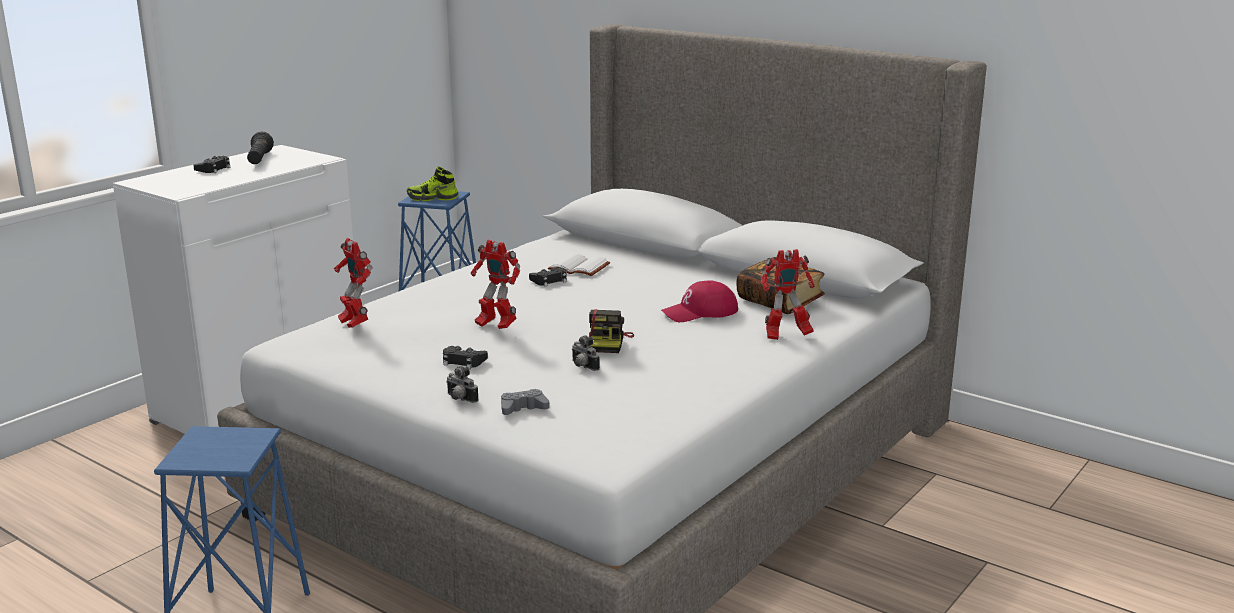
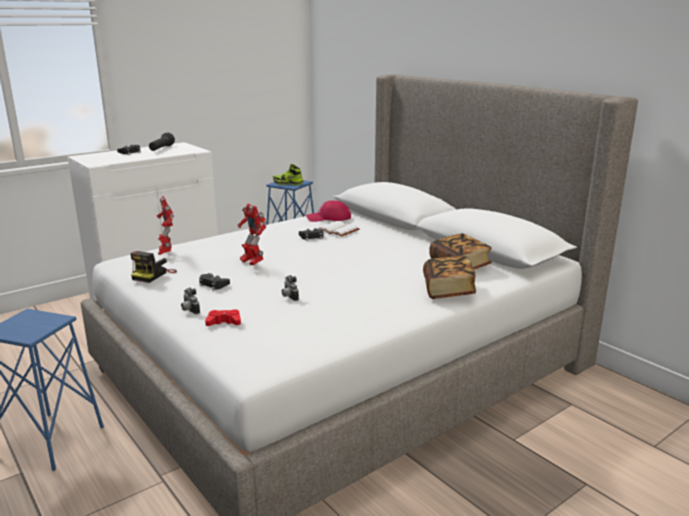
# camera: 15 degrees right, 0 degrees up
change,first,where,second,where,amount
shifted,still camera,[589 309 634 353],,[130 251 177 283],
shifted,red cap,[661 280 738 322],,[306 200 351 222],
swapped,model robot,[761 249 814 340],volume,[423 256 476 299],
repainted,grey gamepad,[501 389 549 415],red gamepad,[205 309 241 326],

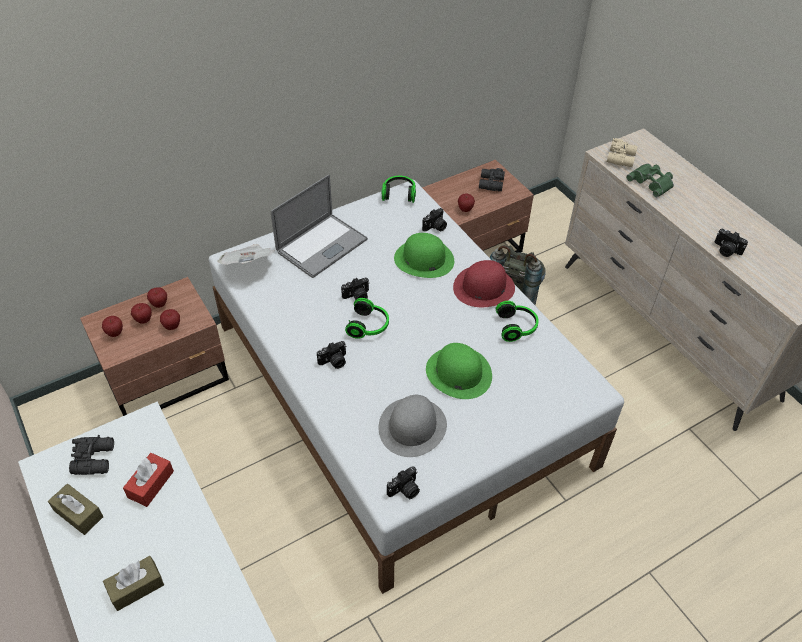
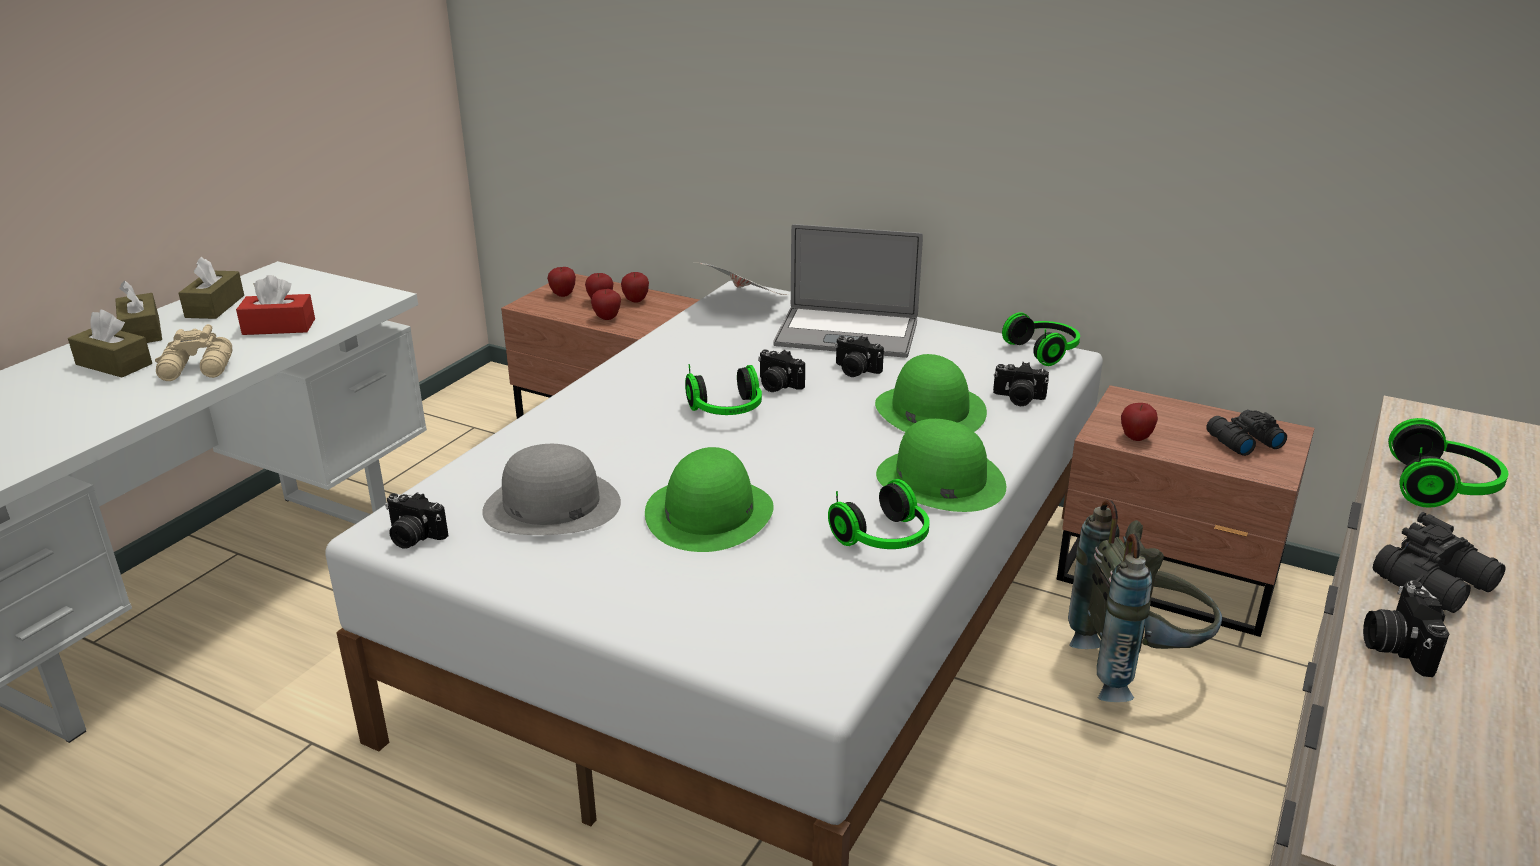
# camera: 60 degrees right, 20 degrees down
change,first,where,second,where,amount
new,,,brown tissue holder,[115 281 162 343],
shifted,black-coloured field glasses,[69 435 114 475],,[1373 512 1506 613],
shifted,still camera,[317 341 346 369],,[835 336 884 377],
shifted,beige-coloured field glasses,[607 138 638 167],,[155 324 233 381],
swapped,greenish field glasses,[626 164 674 198],pair of headphones,[1388 418 1508 508],
repainted,red clothing hat,[453 260 515 307],greenish clothing hat,[876 419 1006 512],

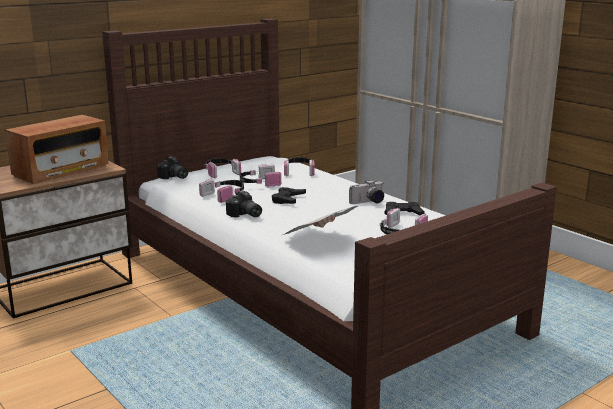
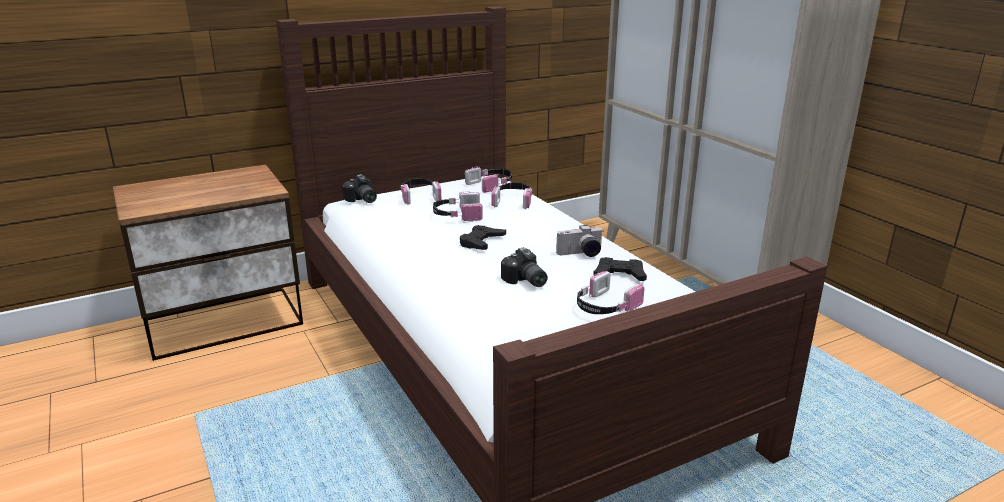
# camera: 10 degrees right, 5 degrees up
change,first,where,second,where,amount
gone,radio set,[5 115 109 184],,,
gone,printed paper,[283 206 358 235],,,
shifted,pair of headphones,[199 179 244 203],,[465 166 512 193],
shifted,still camera,[226 190 262 217],,[501 247 548 287],

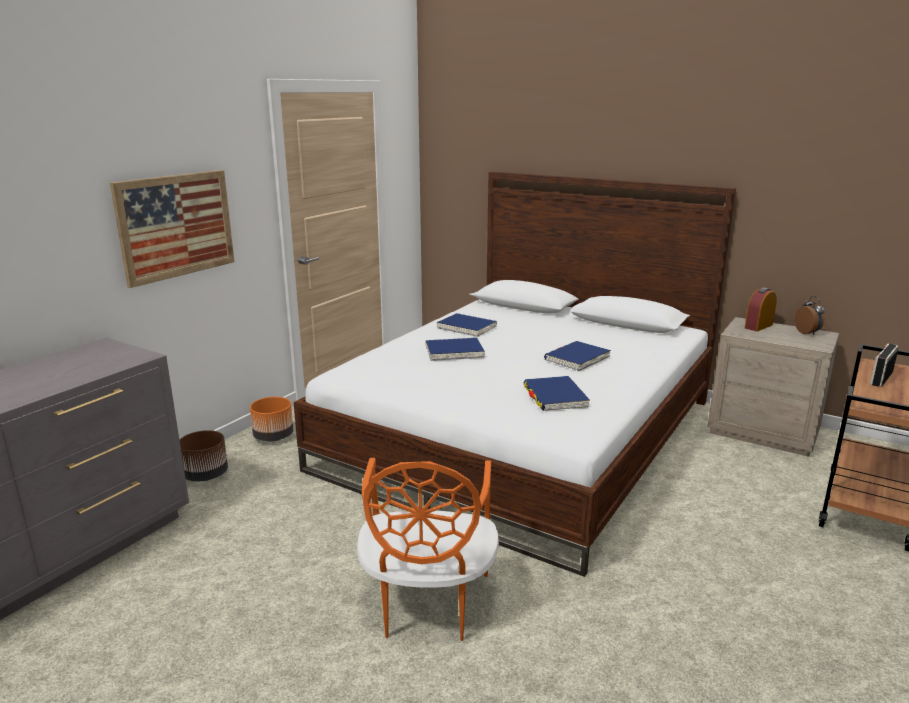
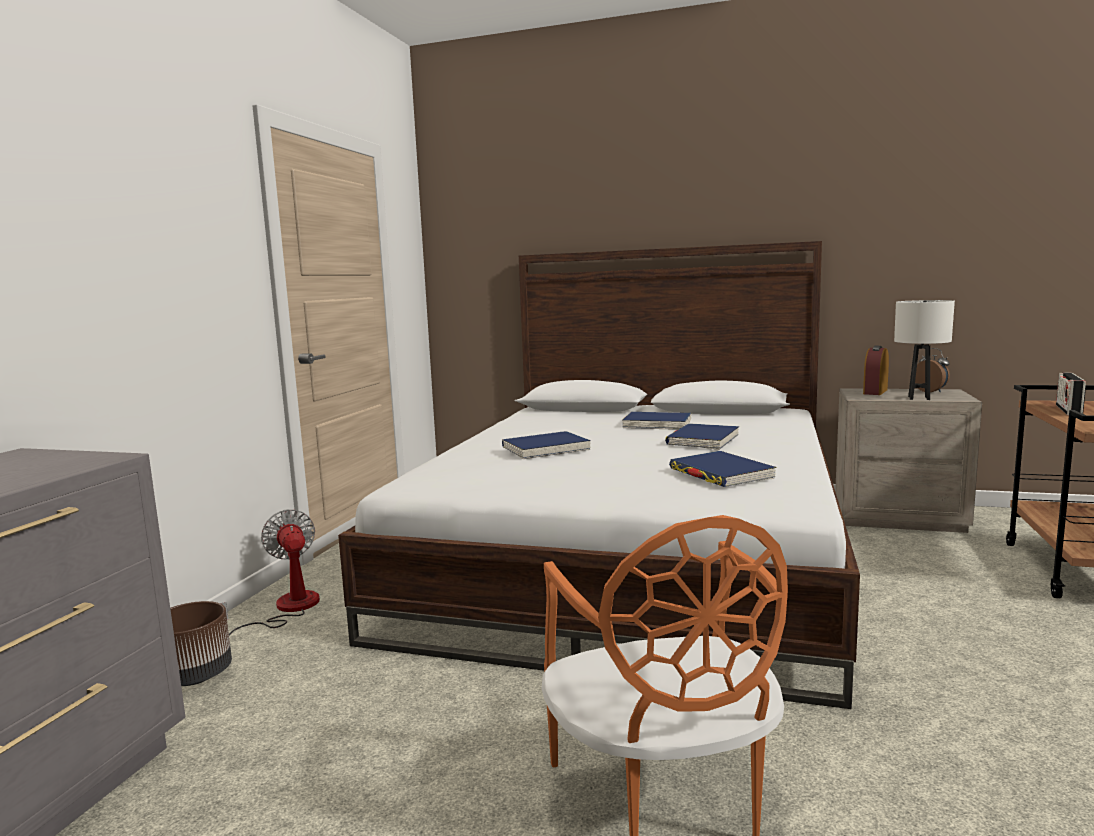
# camera: 15 degrees left, 10 degrees down
change,first,where,second,where,amount
gone,wall art,[110 170 234 288],,,
new,,,white-coloured tabletop lamp,[894 300 955 400],
shifted,bluish volume,[437 313 497 337],,[622 412 691 430],
swapped,orangey plant pot,[250 397 293 442],cooling fan,[220 509 320 636],

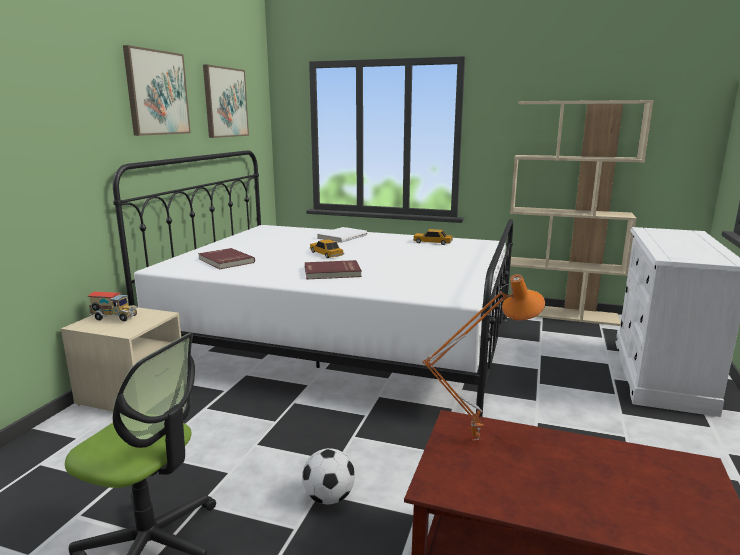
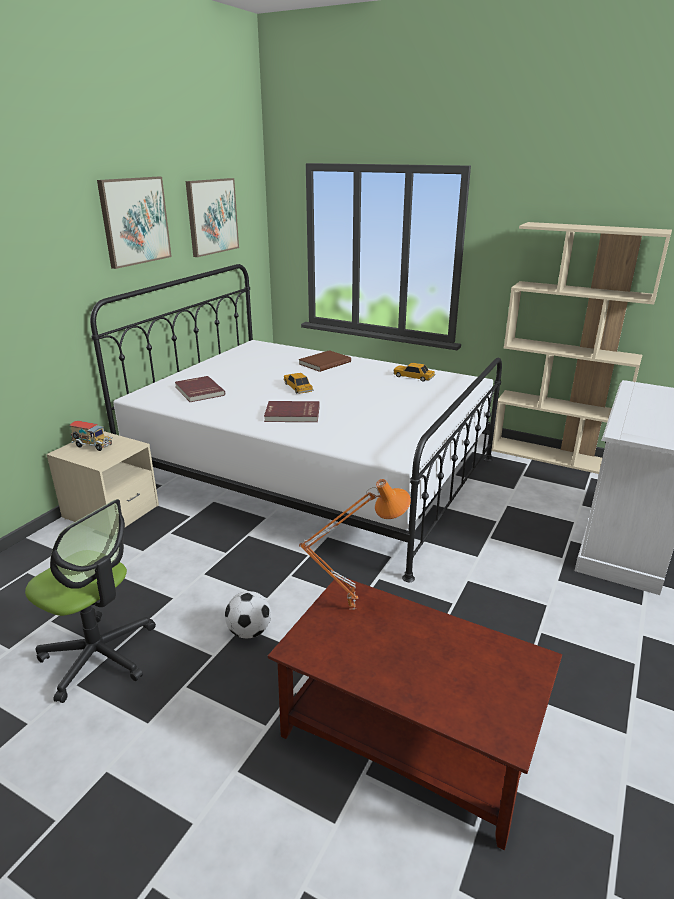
# camera: 10 degrees right, 10 degrees up
change,first,where,second,where,amount
repainted,white-coloured volume,[317 227 367 243],brown volume,[299 350 351 372],

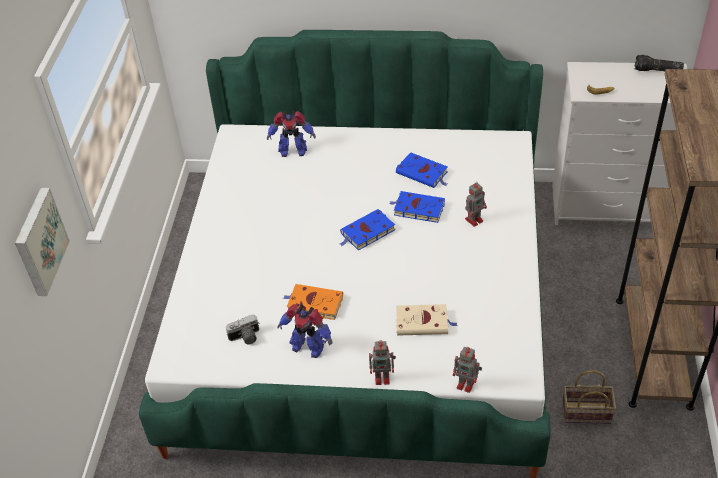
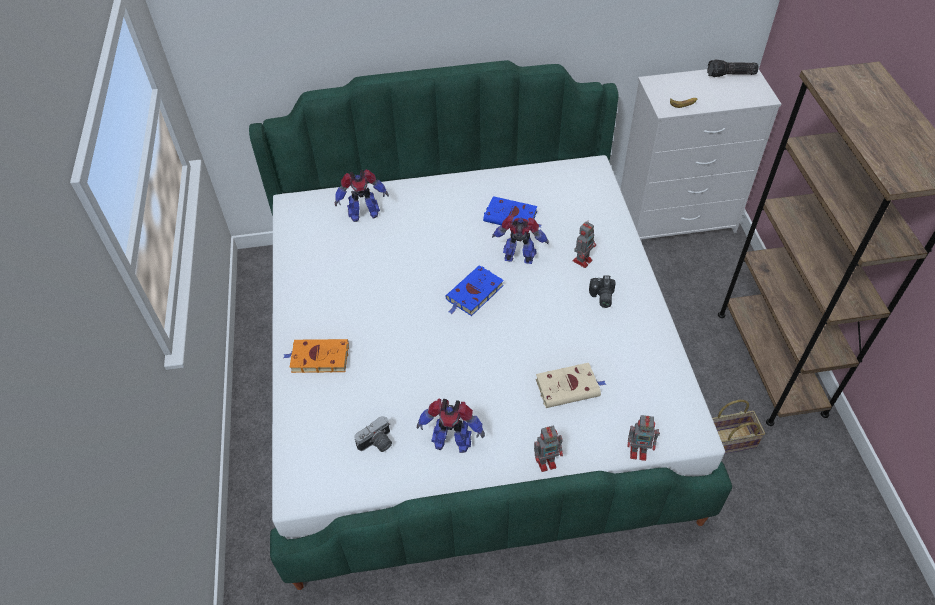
# camera: 15 degrees left, 5 degrees up
change,first,where,second,where,amount
gone,wall art,[15 188 70 296],,,
new,,,still camera,[589 275 615 308],
shifted,orangey volume,[283 284 343 320],,[283 339 349 373],
swapped,bluish volume,[389 191 445 223],model robot,[492 216 549 264],

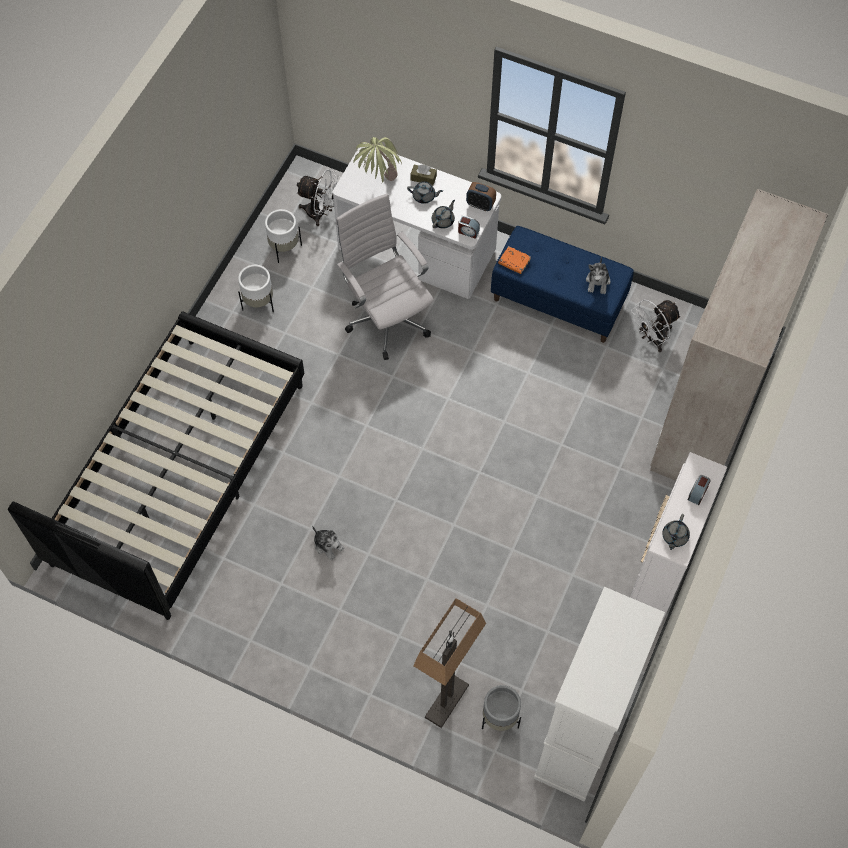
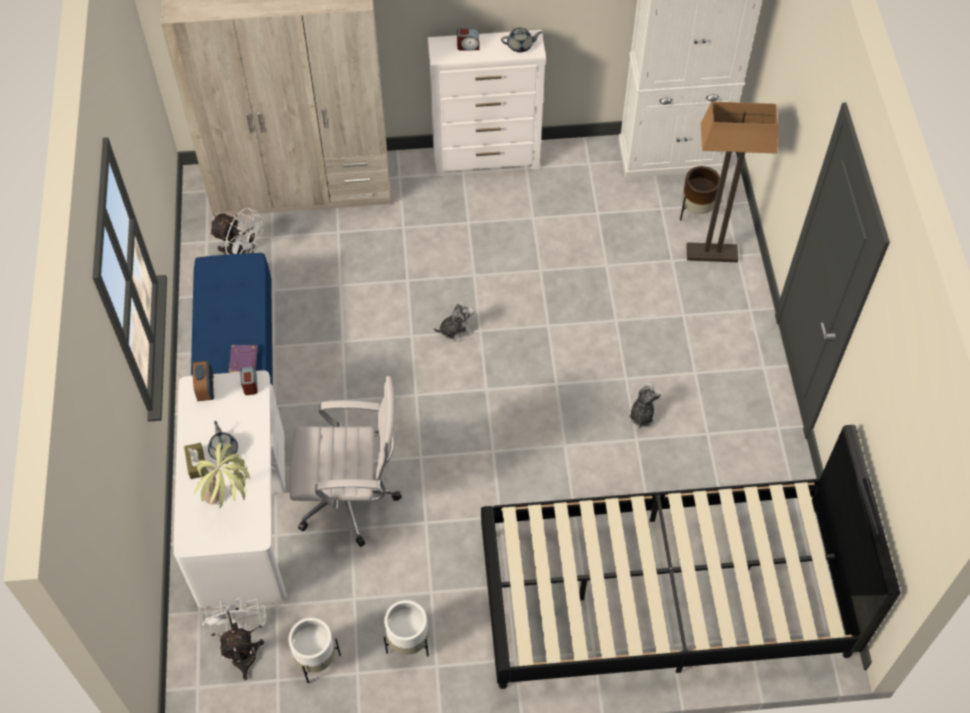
# camera: 120 degrees left, 5 degrees down
change,first,where,second,where,amount
gone,grey teapot,[432 200 455 229],,,
shifted,soft toy,[586 257 610 294],,[434 303 474 342],
repainted,grey plant pot,[482 685 521 731],brown plant pot,[680 166 720 221],
repainted,orangey volume,[498 246 531 274],purple volume,[229 345 258 373],
rotated,white-coloured computer chair,[336 194 434 360],,[290 376 402 547],120 degrees counterclockwise

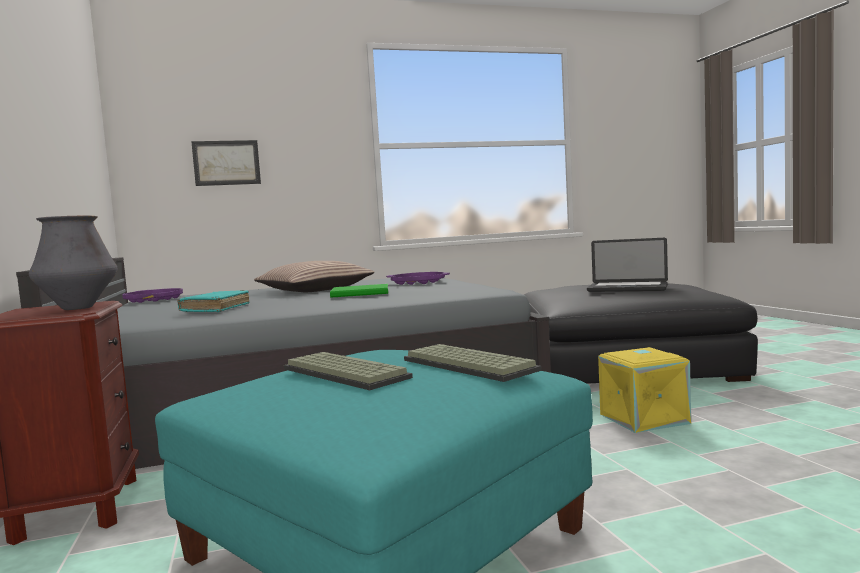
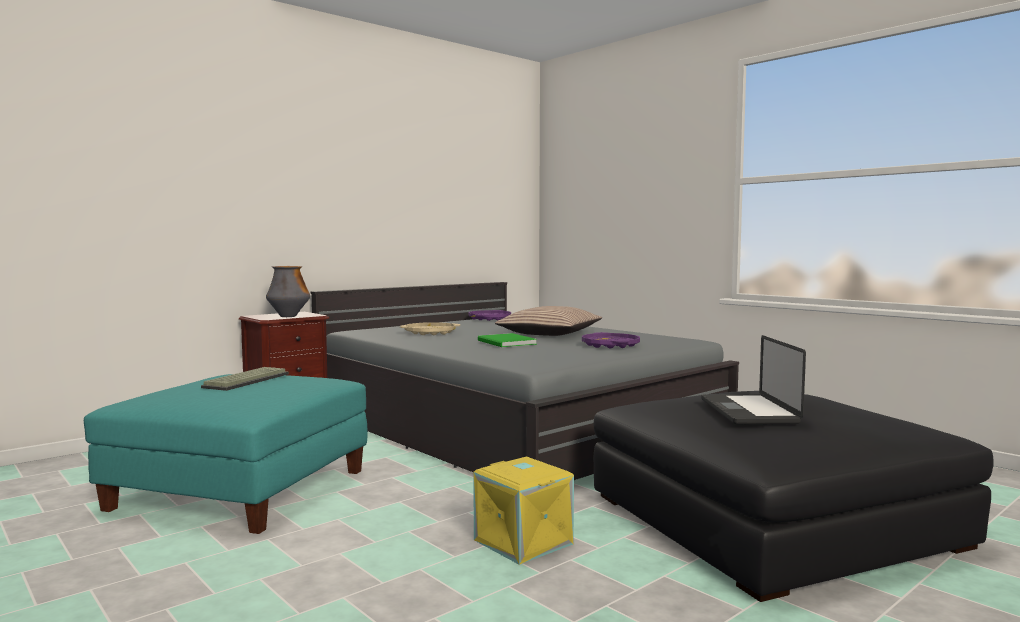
# camera: 65 degrees right, 0 degrees up
change,first,where,second,where,amount
gone,wall art,[191 140 261 186],,,
gone,PC keyboard,[404 344 541 382],,,
swapped,turquoise volume,[177 290 249 312],beige-coloured carrying tray,[400 322 460 335],

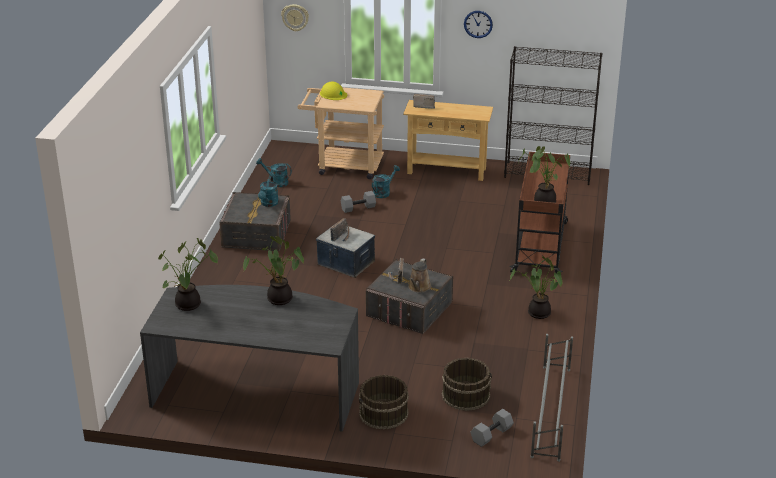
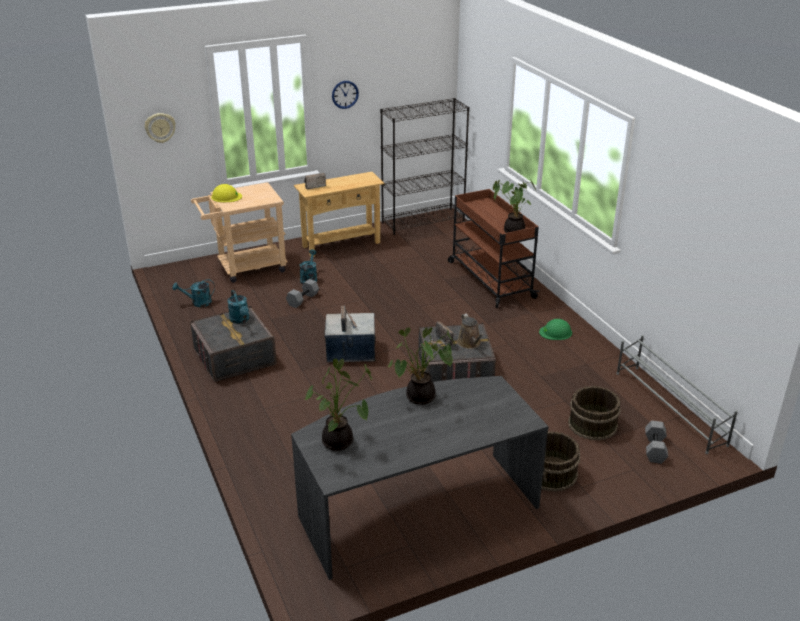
# camera: 35 degrees left, 0 degrees up
change,first,where,second,where,amount
swapped,potted plant,[510 256 562 319],greenish hard hat,[539 319 572 340],

